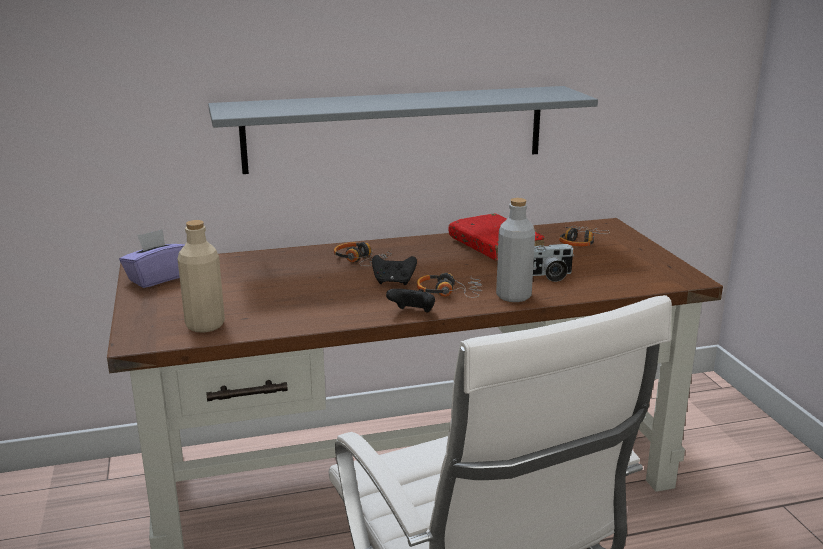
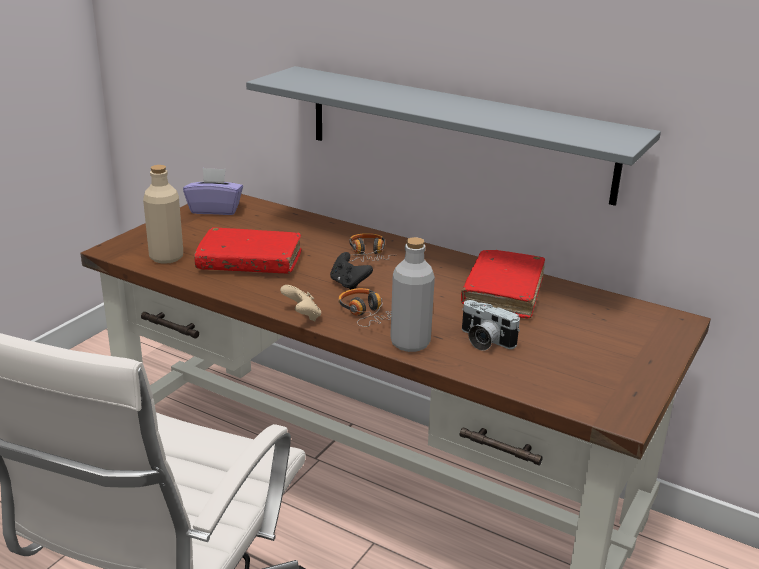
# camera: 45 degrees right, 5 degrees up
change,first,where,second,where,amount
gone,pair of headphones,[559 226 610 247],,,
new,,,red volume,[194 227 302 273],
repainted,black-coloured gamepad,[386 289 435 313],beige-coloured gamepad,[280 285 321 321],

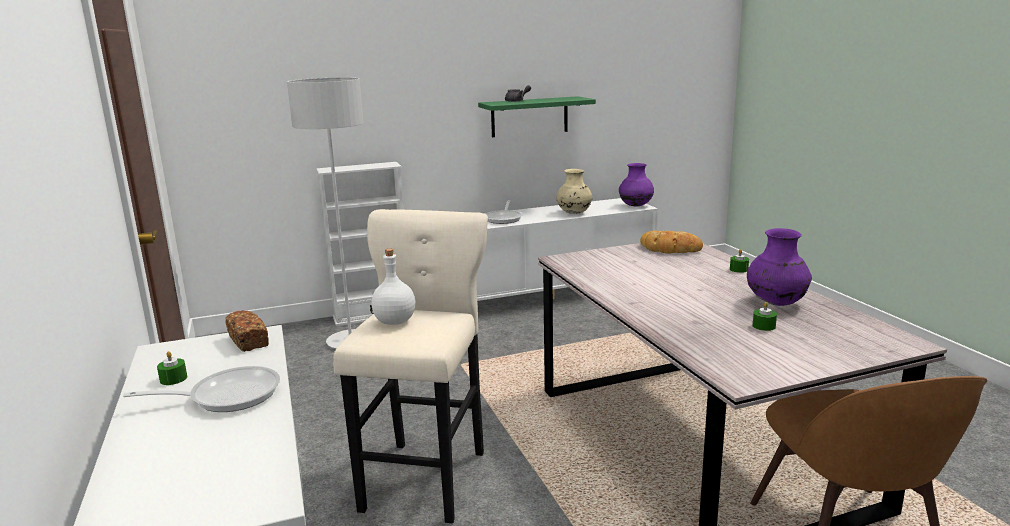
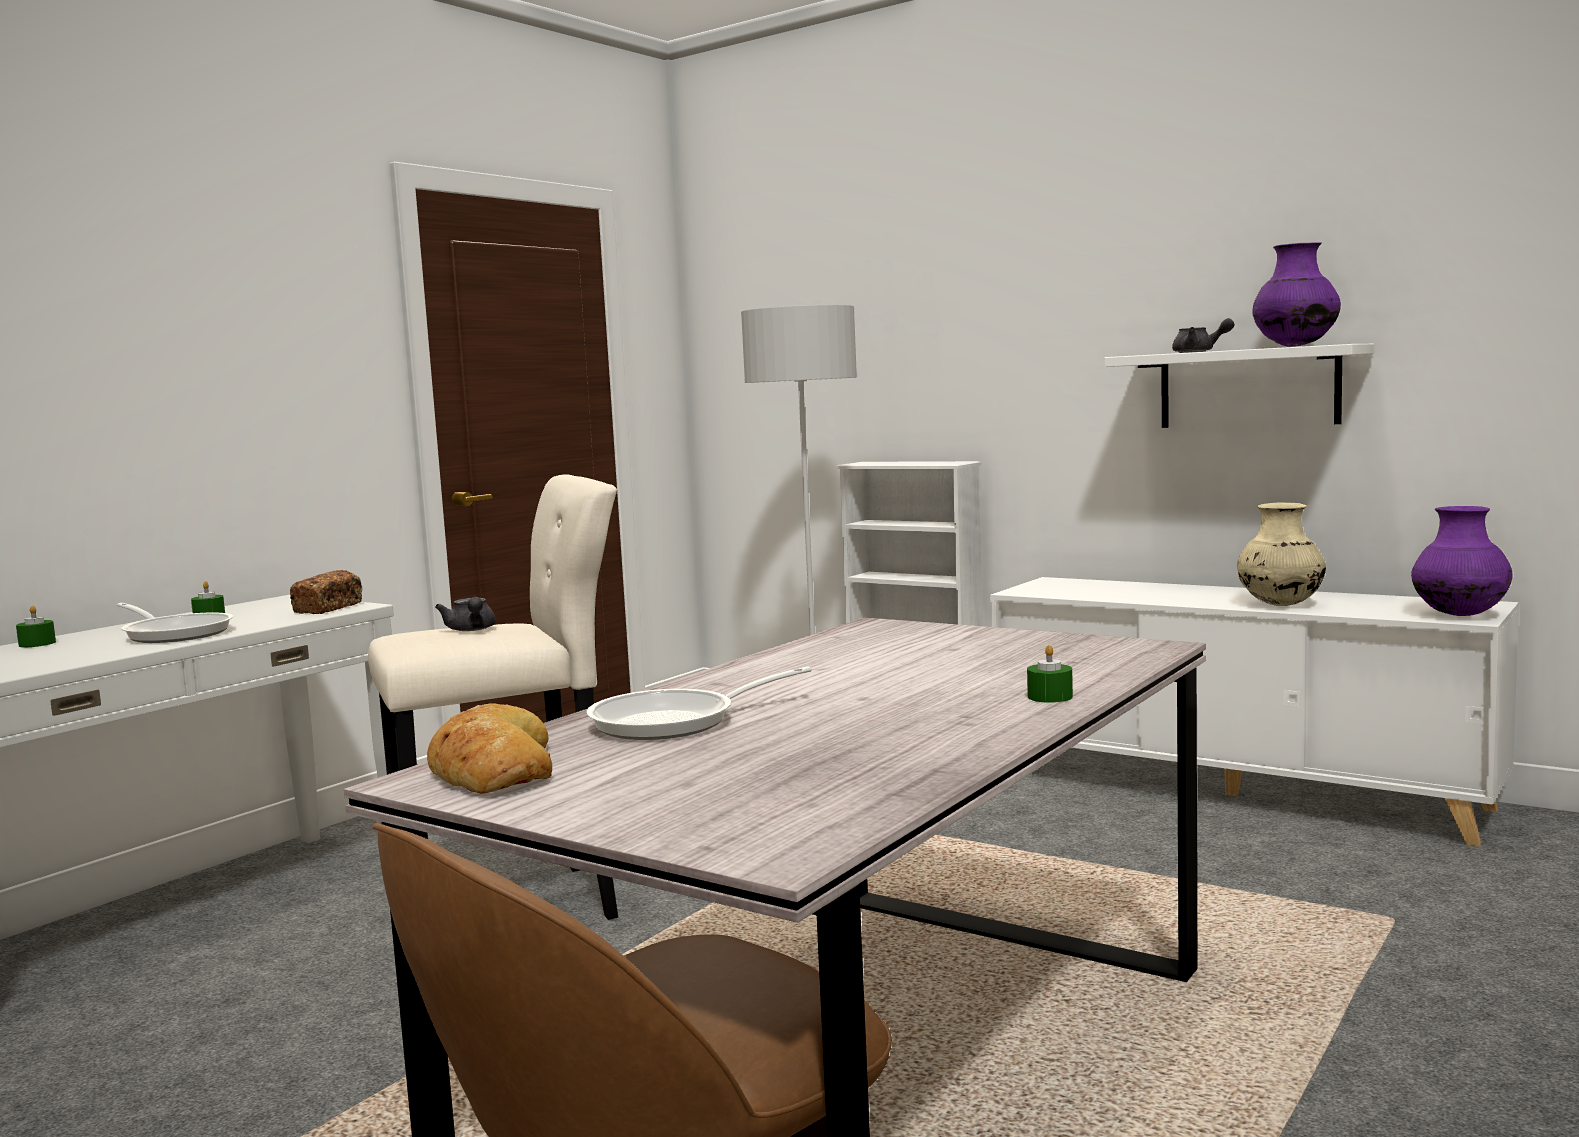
# camera: 55 degrees right, 10 degrees down
change,first,where,second,where,amount
shifted,frying pan,[486 200 523 224],,[587 666 812 740],
shifted,baked bread,[640 230 703 254],,[427 704 552 793],
shifted,purple vase,[747 228 812 306],,[1252 242 1341 347],
shifted,greenish wax light,[753 302 777 331],,[16 606 56 648],
swapped,white-coloured drink bottle,[371 249 415 325],grey teapot,[435 597 496 631],
repainted,greenish wall shelf,[478 96 596 137],white-coloured wall shelf,[1104 344 1374 428],

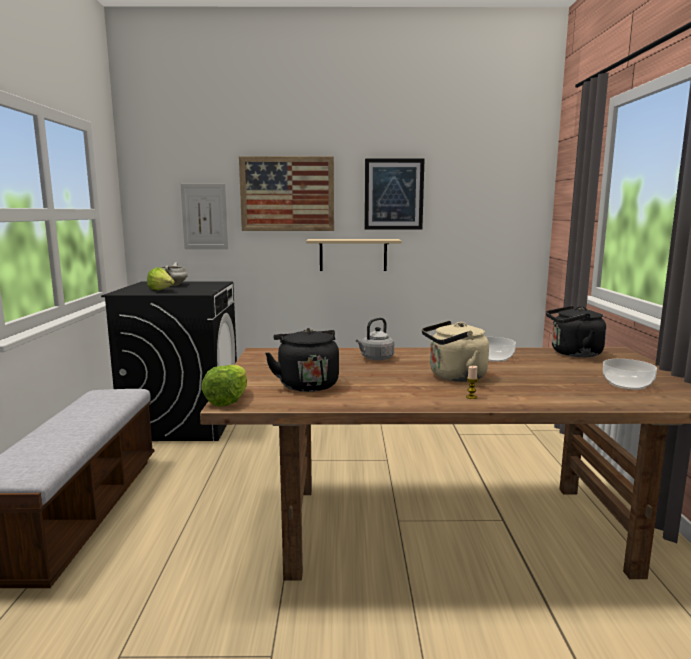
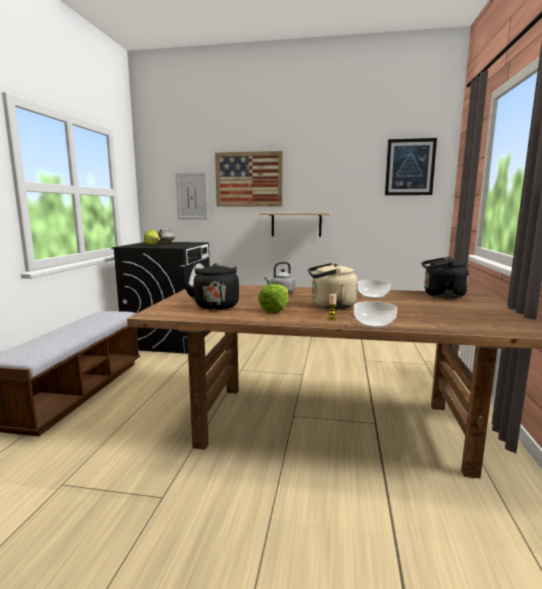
# camera: 10 degrees right, 0 degrees up
change,first,where,second,where,amount
shifted,lettuce,[201 365 247 407],,[258 284 289 313],
shifted,wall art,[365 158 425 229],,[385 138 437 195],
shifted,serving bowl,[603 359 657 390],,[354 301 397 328],

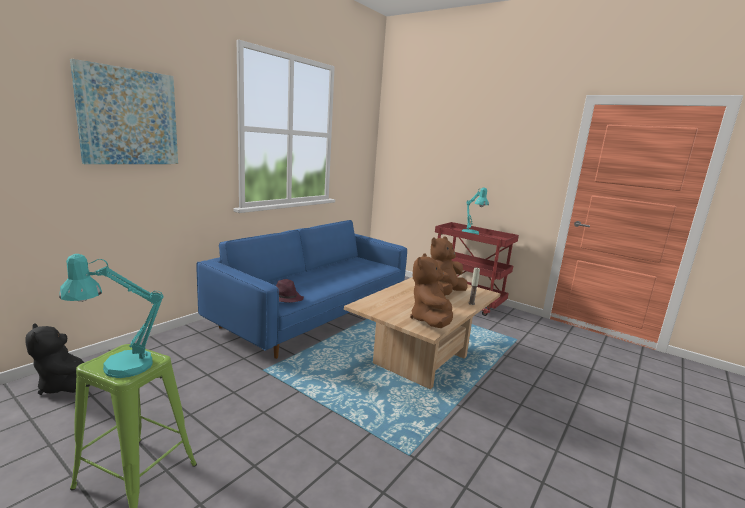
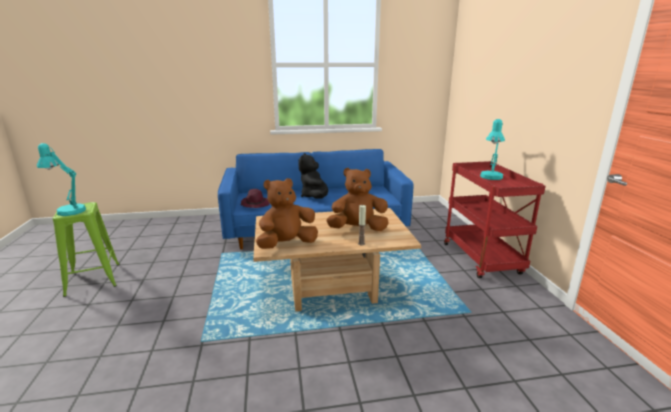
# camera: 45 degrees right, 5 degrees up
change,first,where,second,where,amount
gone,wall art,[70 59 178 164],,,
shifted,black-coloured soft toy,[26 323 85 395],,[298 153 328 199],

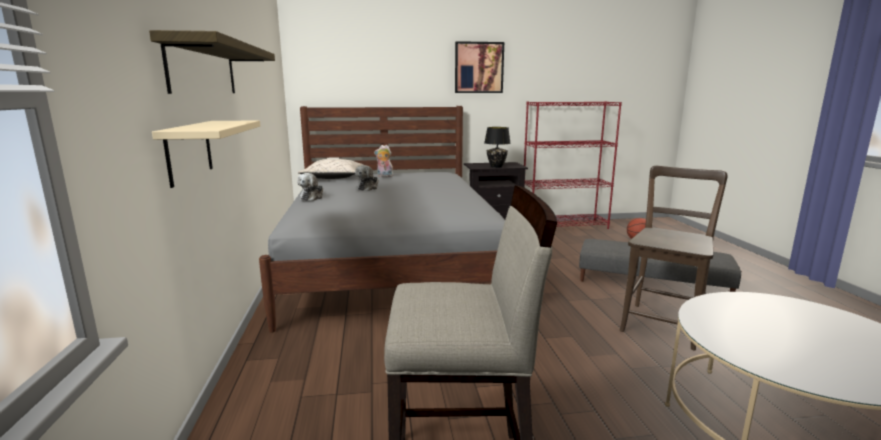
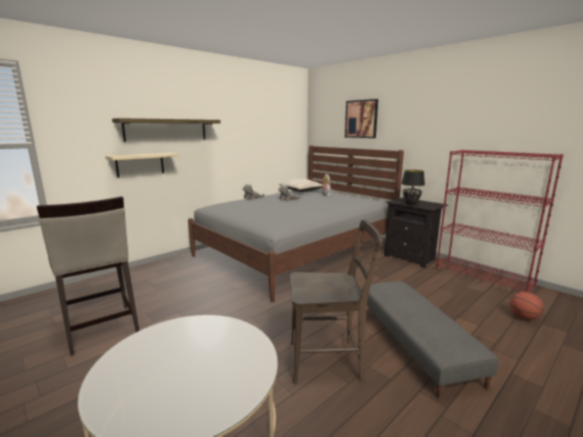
# camera: 55 degrees right, 0 degrees up
change,first,where,second,where,amount
shifted,wall art,[455 41 504 93],,[345 99 378 138],

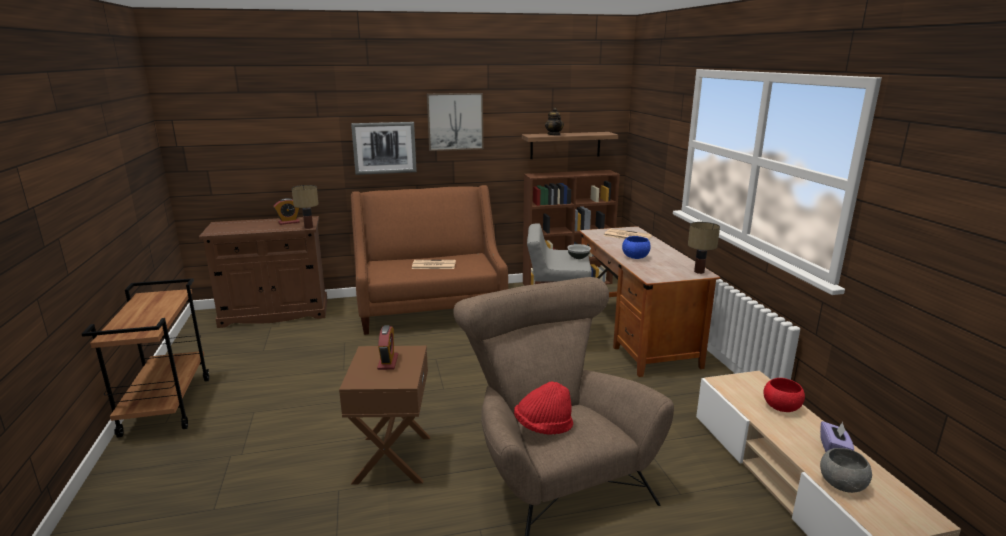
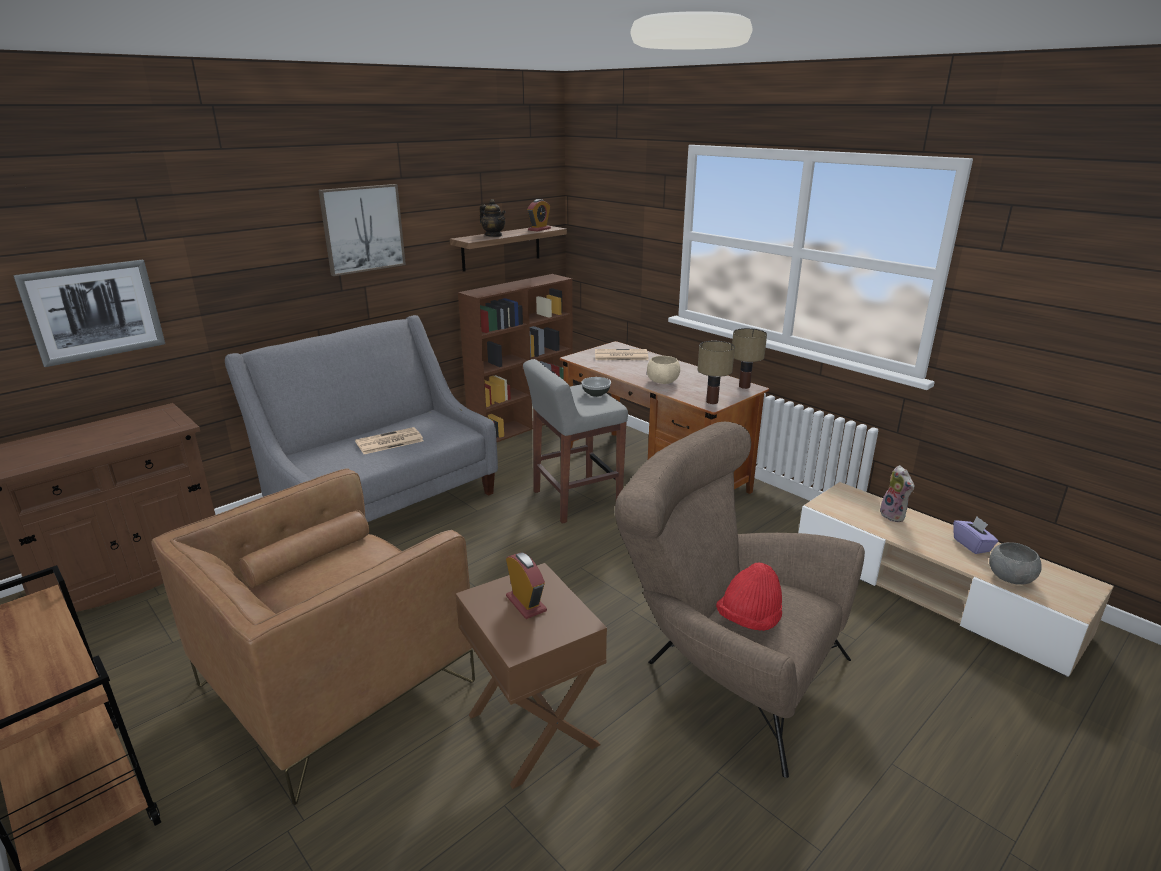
# camera: 30 degrees left, 5 degrees up
change,first,where,second,where,amount
new,,,brown easy chair,[151 469 475 805],
shifted,bedside clock,[274 198 300 225],,[527 199 551 232],
shifted,tabletop lamp,[292 185 319 229],,[697 341 735 404],
shifted,wall art,[351 122 417 175],,[13 260 165 367],
swapped,red serving bowl,[763 378 805 412],soft toy,[880 465 915 522],
repainted,brown sofa,[351 185 508 335],grey sofa,[225 315 498 522],
repainted,bluish serving bowl,[622 236 651 259],beige-coloured serving bowl,[647 356 680 384],

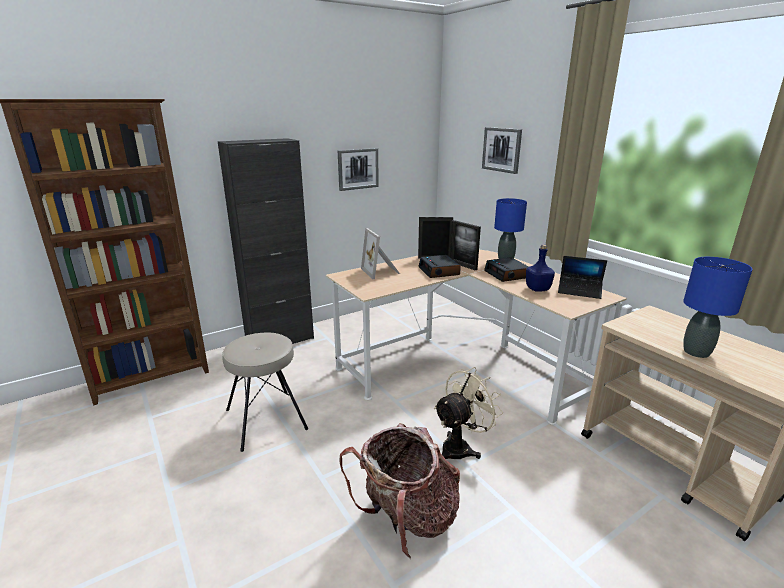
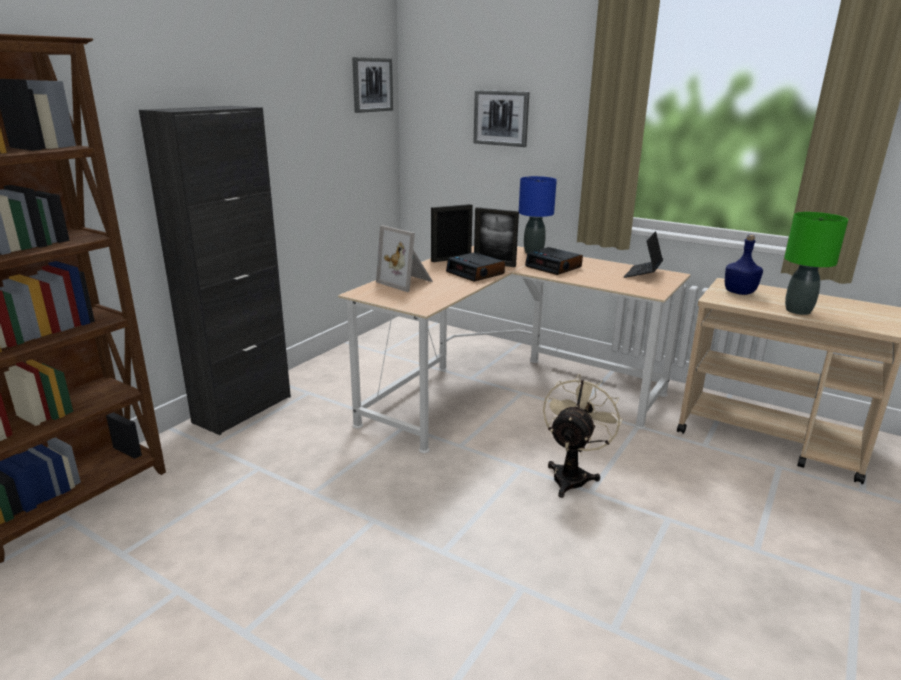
# camera: 25 degrees left, 0 degrees up
change,first,where,second,where,amount
gone,beige-coloured sitting stool,[222 333 308 452],,,
gone,rucksack,[340 423 460 558],,,
shifted,wall art,[338 148 379 191],,[352 57 393 113],
shifted,bluish drink bottle,[526 244 555 292],,[725 235 763 295],
repainted,bluish tabletop lamp,[683 257 753 358],greenish tabletop lamp,[784 212 848 315],
rotated,laptop,[558 256 607 299],,[624 231 663 278],120 degrees clockwise

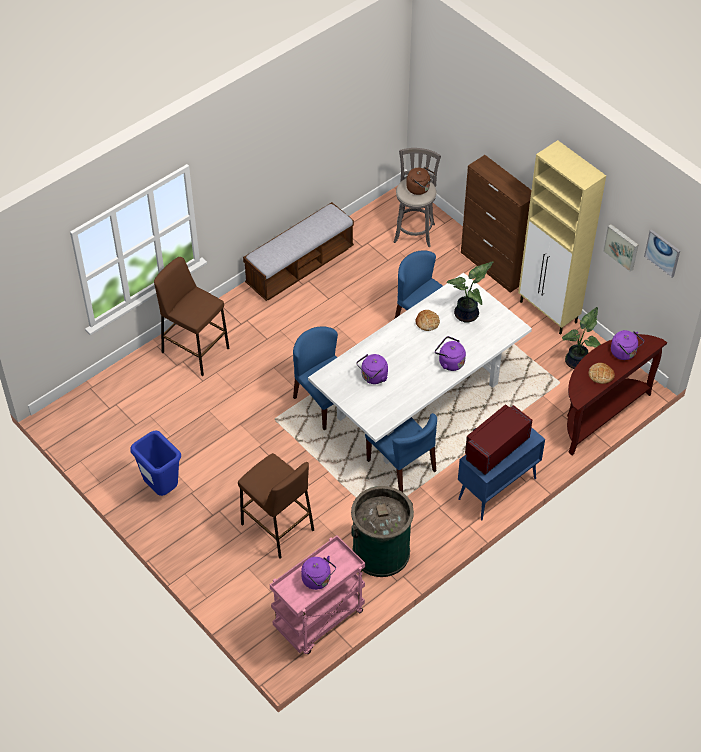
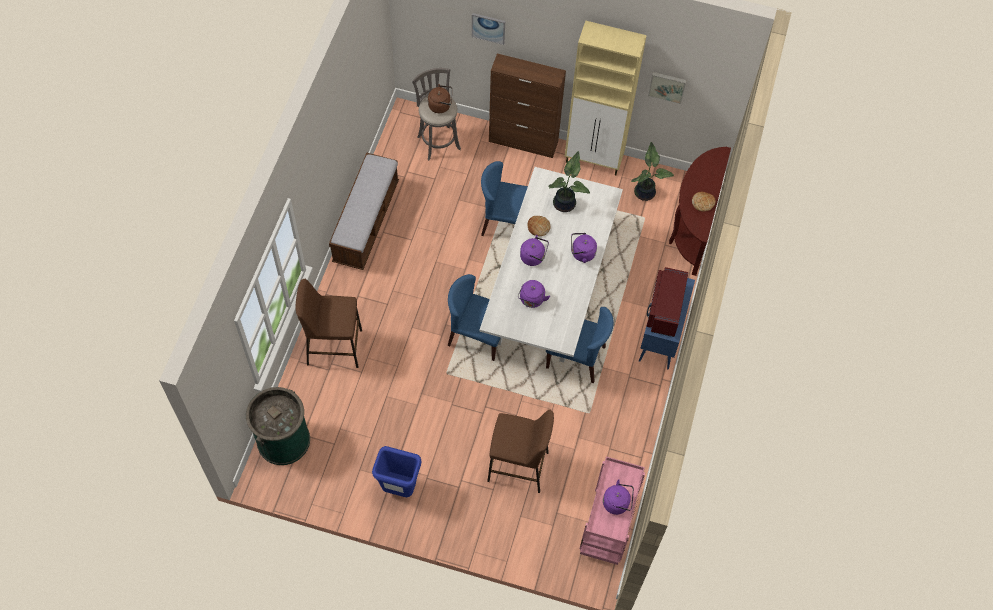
# camera: 35 degrees left, 10 degrees up
change,first,where,second,where,amount
shifted,greenish rubbish bin,[351 486 414 577],,[246 387 310 465],
shifted,purple kettle,[611 330 644 360],,[520 235 549 266],
shifted,wall art,[644 229 680 278],,[472 13 505 45],

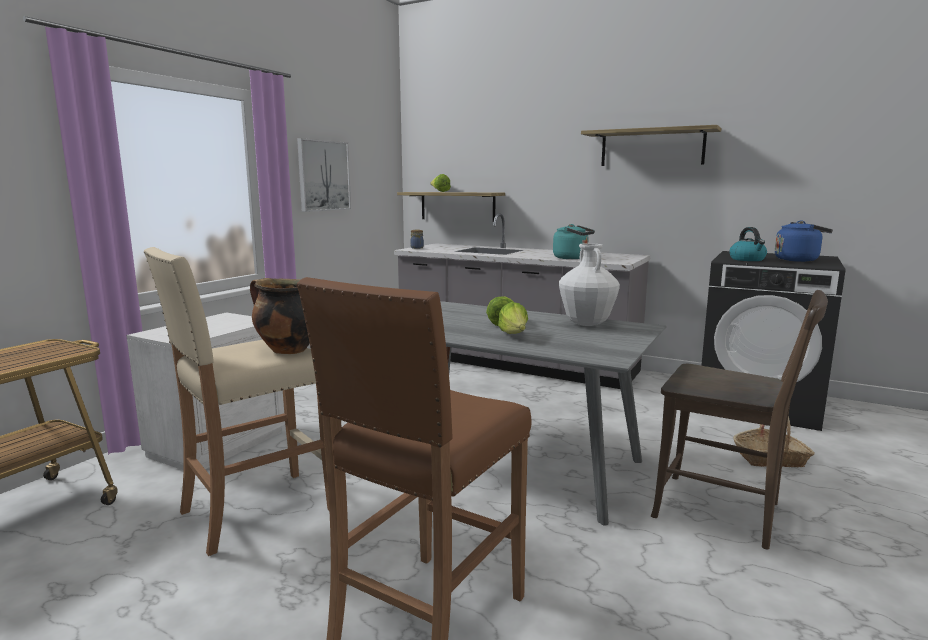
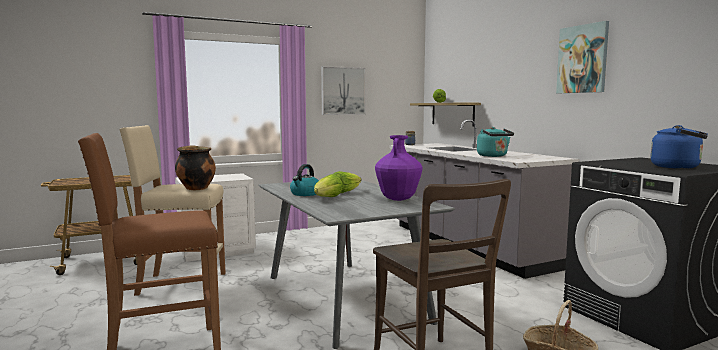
# camera: 35 degrees right, 5 degrees down
change,first,where,second,where,amount
shifted,kettle,[729 227 767 261],,[290 164 319 196],
swapped,wall shelf,[581 125 721 166],wall art,[556 21 609 93],
repainted,white-coloured vase,[559 243 620 326],purple vase,[375 135 422 201],

